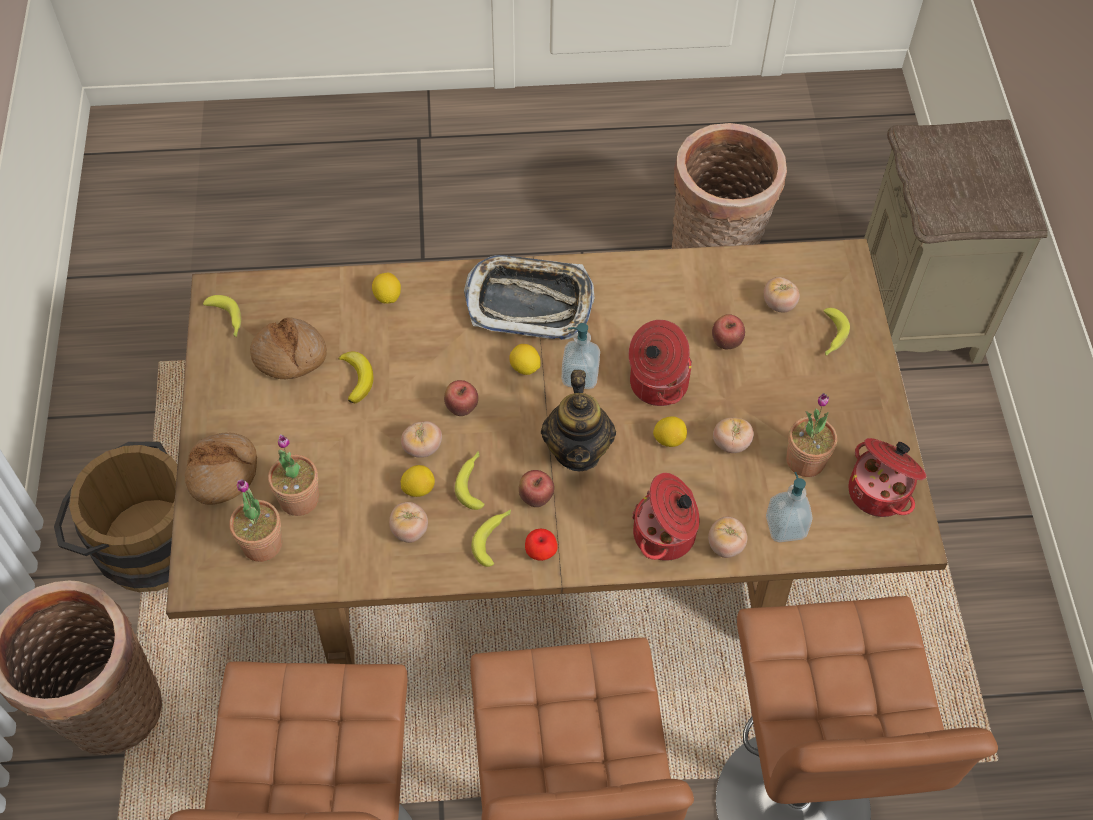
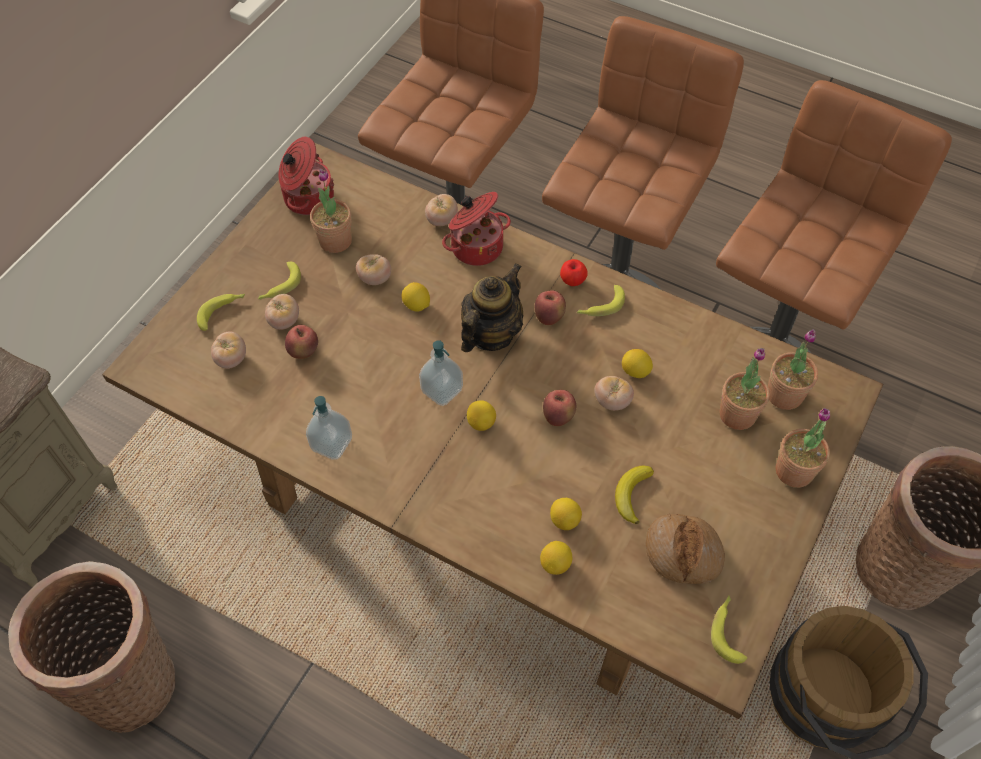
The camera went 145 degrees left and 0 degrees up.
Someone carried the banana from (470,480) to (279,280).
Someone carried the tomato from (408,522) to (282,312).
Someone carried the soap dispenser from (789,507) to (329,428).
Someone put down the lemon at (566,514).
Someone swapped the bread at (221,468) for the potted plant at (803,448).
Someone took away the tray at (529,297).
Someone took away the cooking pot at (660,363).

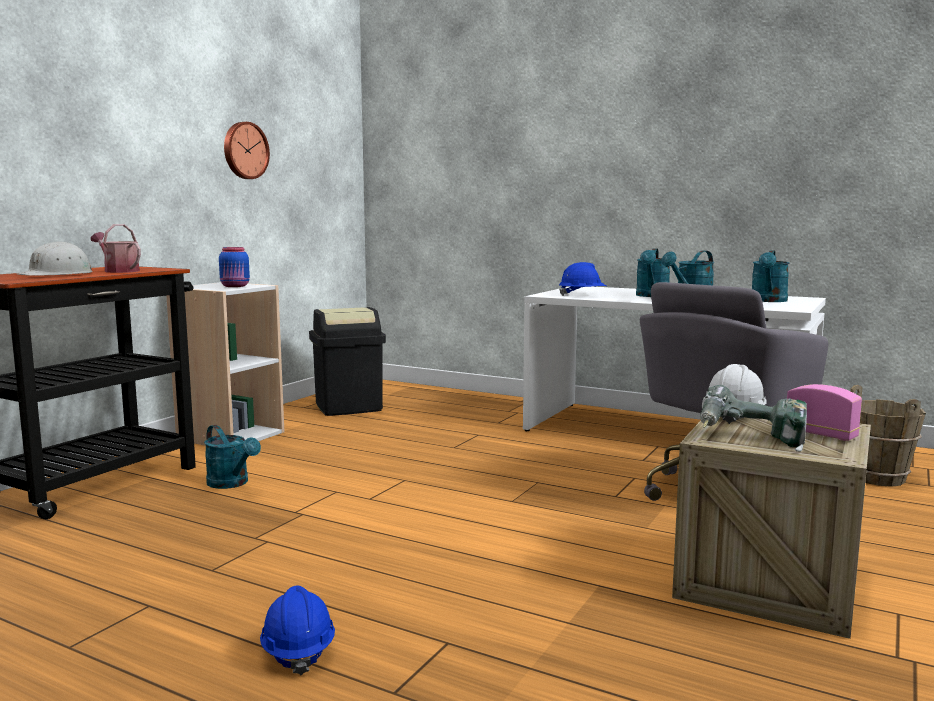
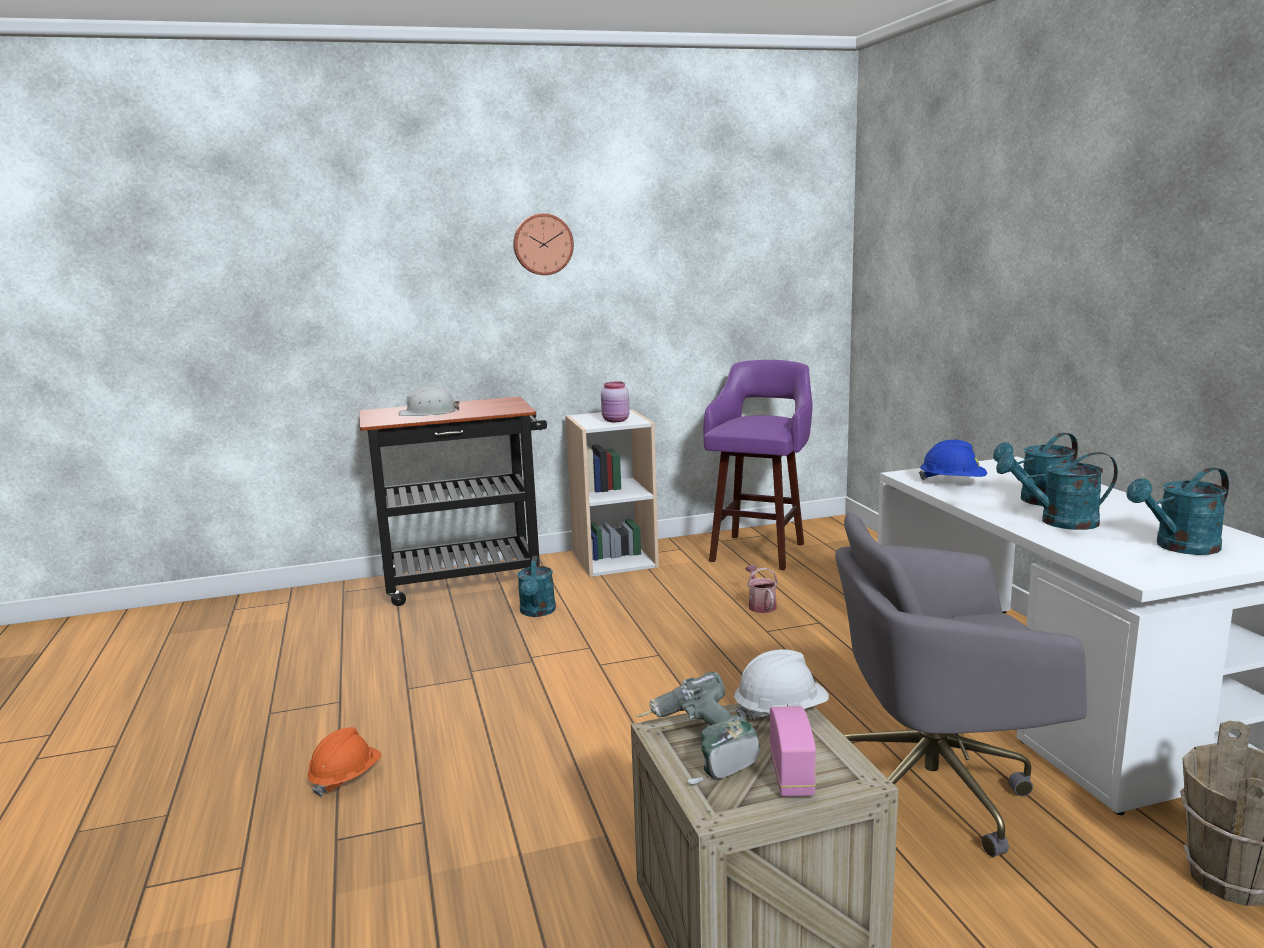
The camera went 45 degrees right and 5 degrees up.
Someone repainted the hard hat (blue) at (297,630), which became the hard hat (orange) at (344,762).
Someone carried the wall clock from (247,150) to (543,244).
Someone repainted the jar (blue) at (234,267), which became the jar (pink) at (615,402).
Someone swapped the trash can (black) at (347,361) for the stool (purple) at (757,465).
Someone carried the watering can from (116,248) to (761,589).

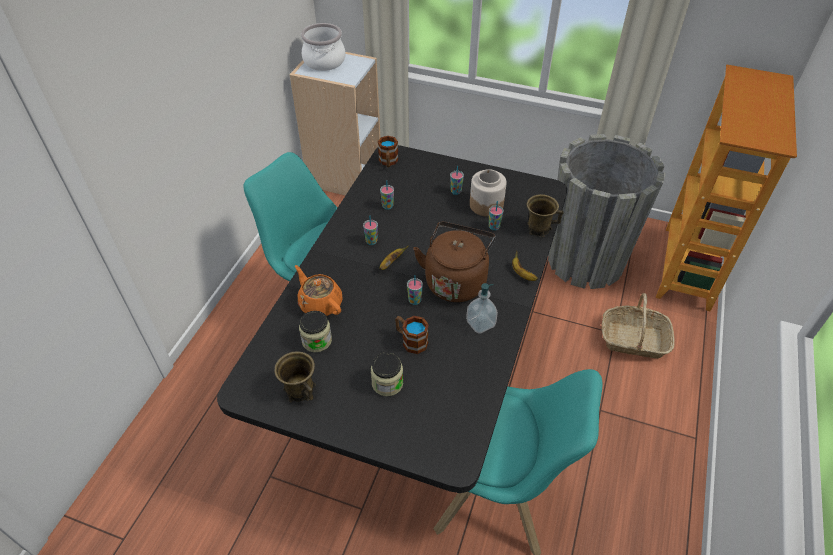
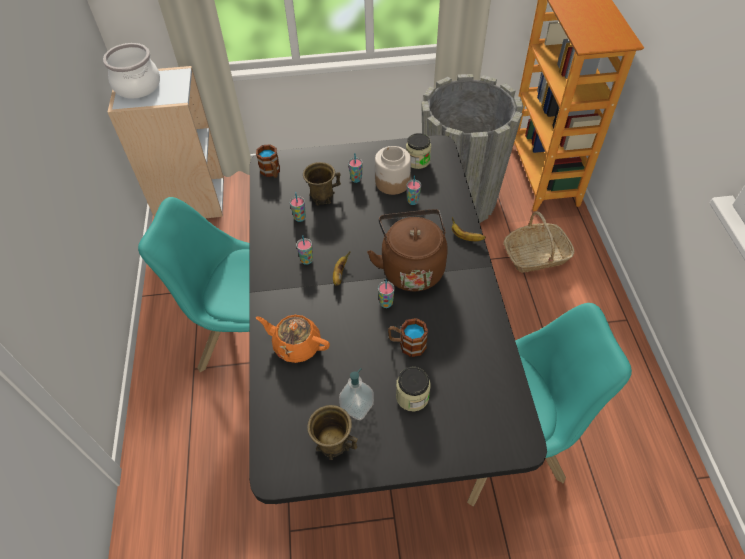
The camera went 25 degrees left and 5 degrees up.
Someone carried the mug (brown) from (545,215) to (322,183).
Someone carried the soap dispenser from (482,308) to (356,394).
Someone carried the jar from (315,331) to (418,151).

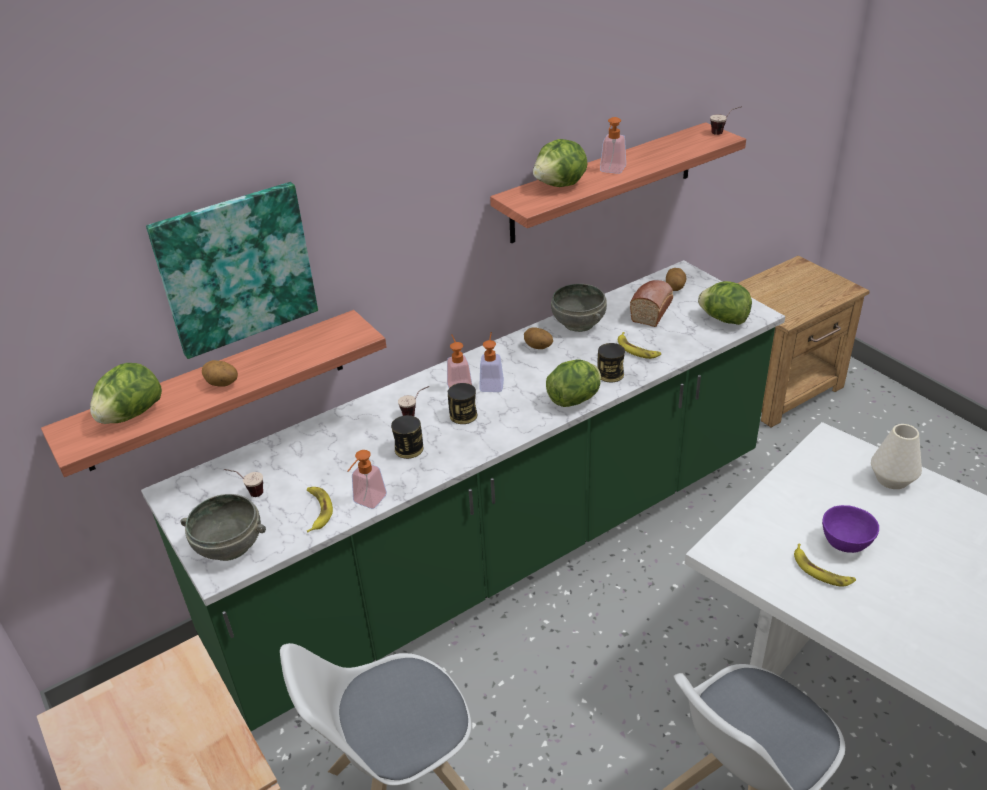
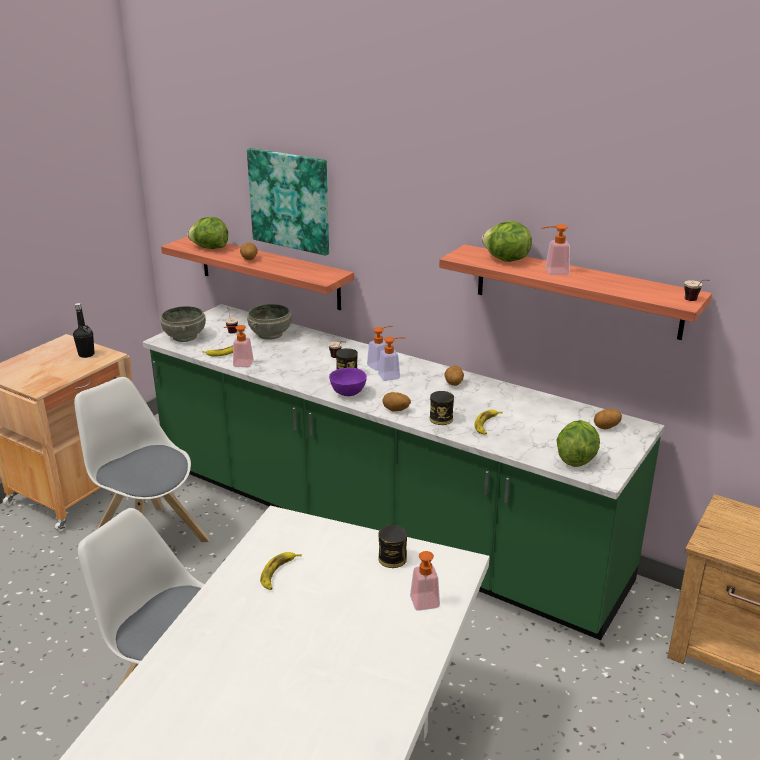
The camera went 65 degrees right and 10 degrees down.
Someone put down the bottle (black) at (83,330).
Someone carried the bowl (grey) from (579,308) to (269,322).
Someone carried the bowl (purple) from (850,529) to (348,382).
Someone carried the can from (407,437) to (392,546).
Someone swapped the lettuce at (573,383) for the potato at (396,401).
Someone swapped the vase (white) at (896,456) for the soap dispenser at (425,581).
Someone took away the bread at (651,303).

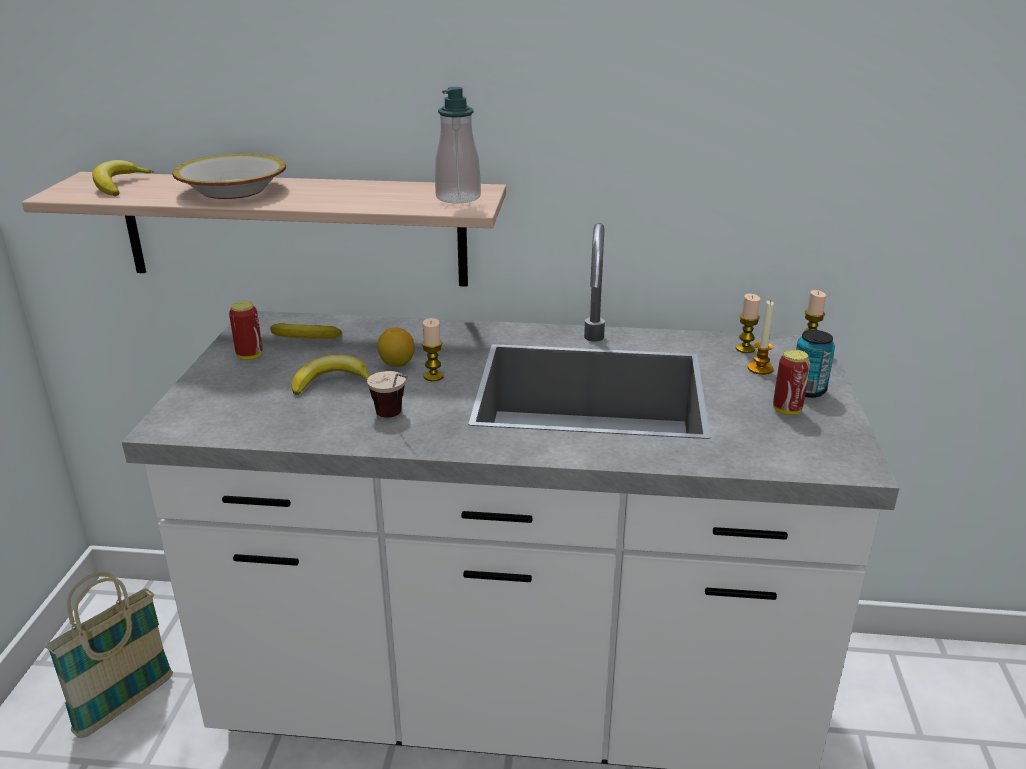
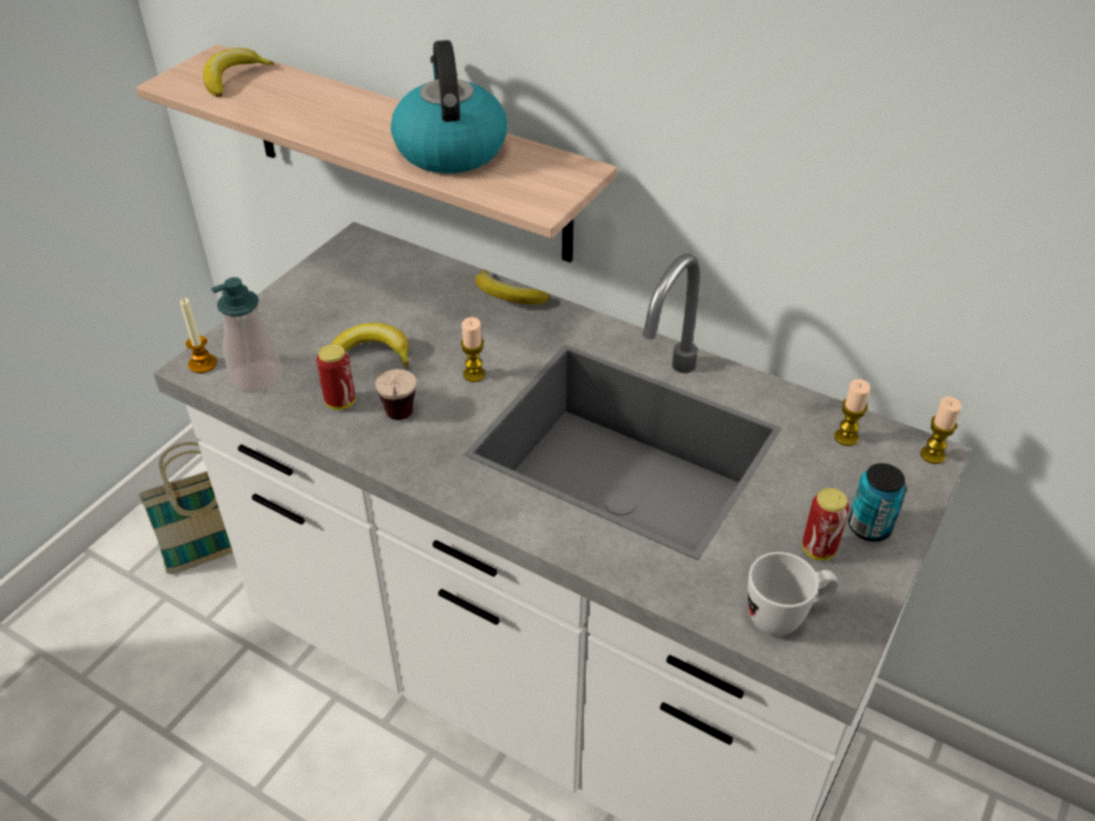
The camera went 25 degrees right and 15 degrees up.
Someone carried the candle from (761,337) to (198,335).
Someone carried the soap dispenser from (458,145) to (246,335).
Someone carried the can from (246,330) to (335,377).
Someone put down the kettle at (449,106).
Someone carried the banana from (306,331) to (512,287).
Someone put down the mug (white) at (793,594).
Someone took away the bowl at (229,176).
Someone took away the lemon at (396,347).

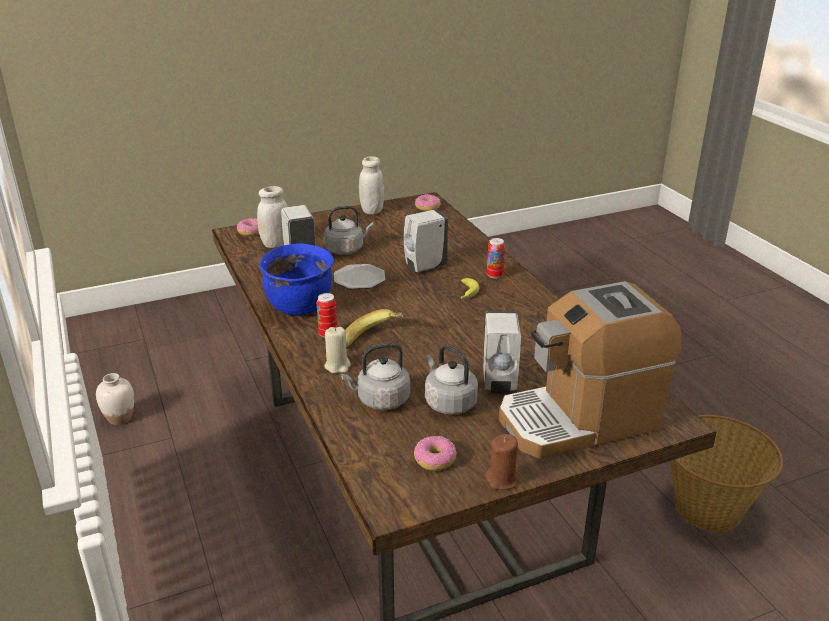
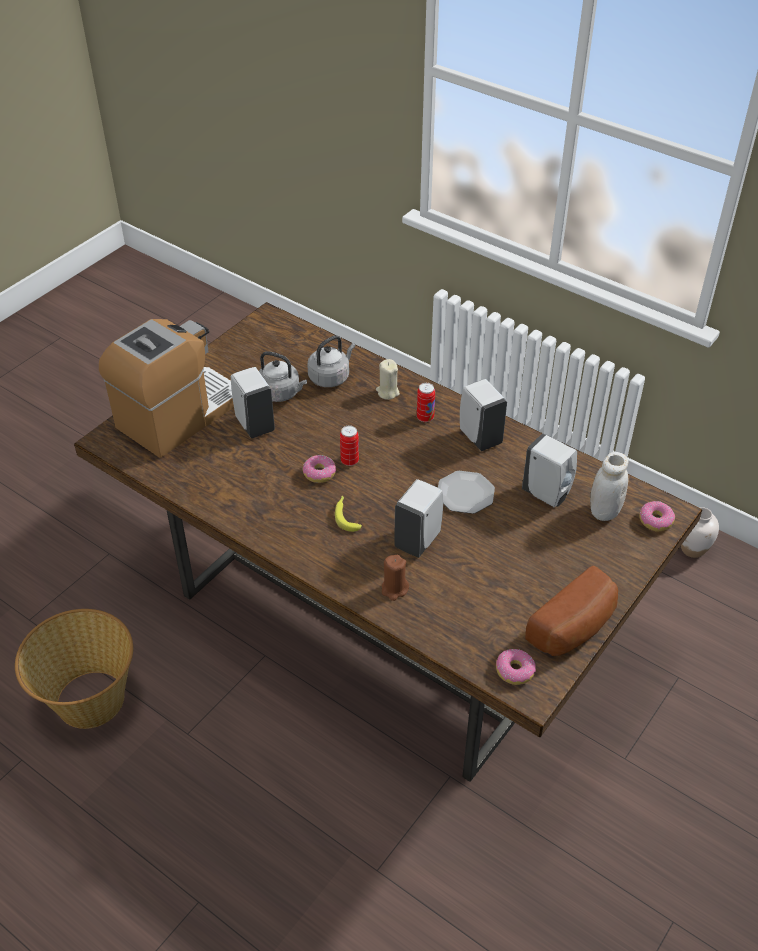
The camera went 150 degrees right and 15 degrees up.
Someone carried the donut from (435,453) to (319,469).
Someone carried the can from (496,258) to (349,445).
Someone carried the candle (brown) from (502,462) to (395,577).
Someone swapped the cooking pot (blue) at (296,279) for the soap dispenser (white) at (483,415).
Someone swapped the jar (white) at (371,185) for the bread at (571,611).
Someone took away the kettle (grey) at (349,230).
Someone took away the banana at (375,328).

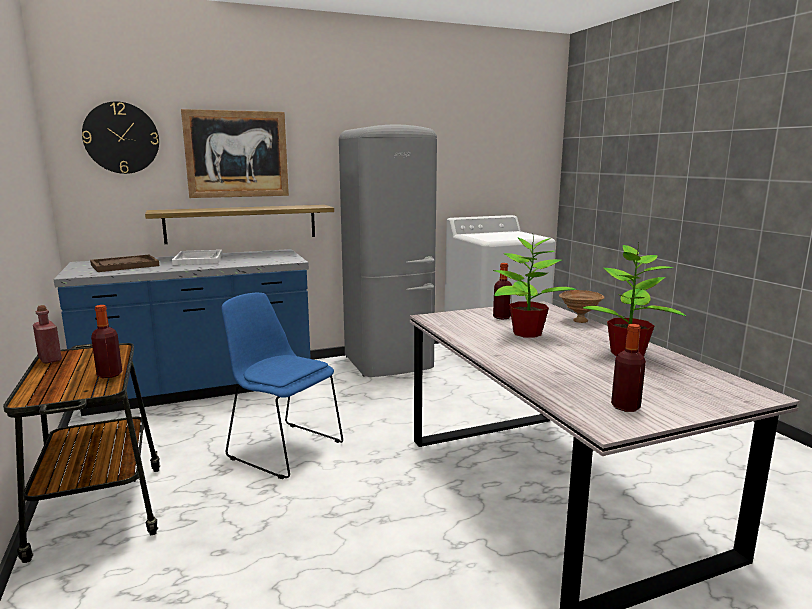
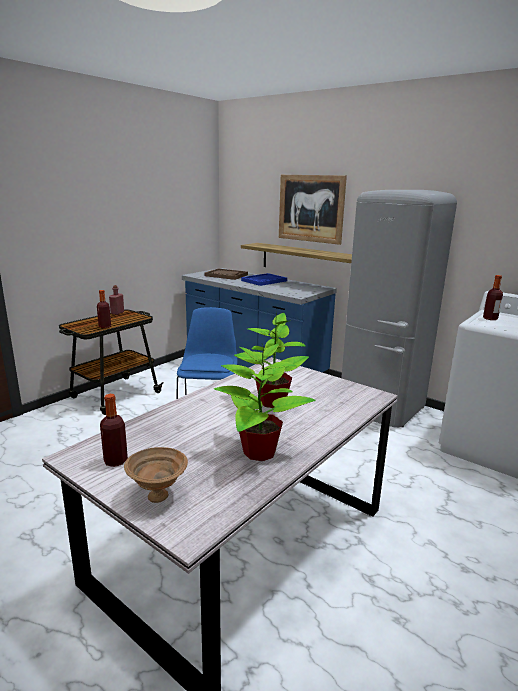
The camera went 60 degrees right and 5 degrees up.
Someone carried the bowl (brown) from (582,306) to (156,475).
Someone repainted the tray (white) at (197,257), which became the tray (blue) at (264,279).
Someone carried the bottle from (502,291) to (493,297).
Someone took away the wall clock at (120,137).

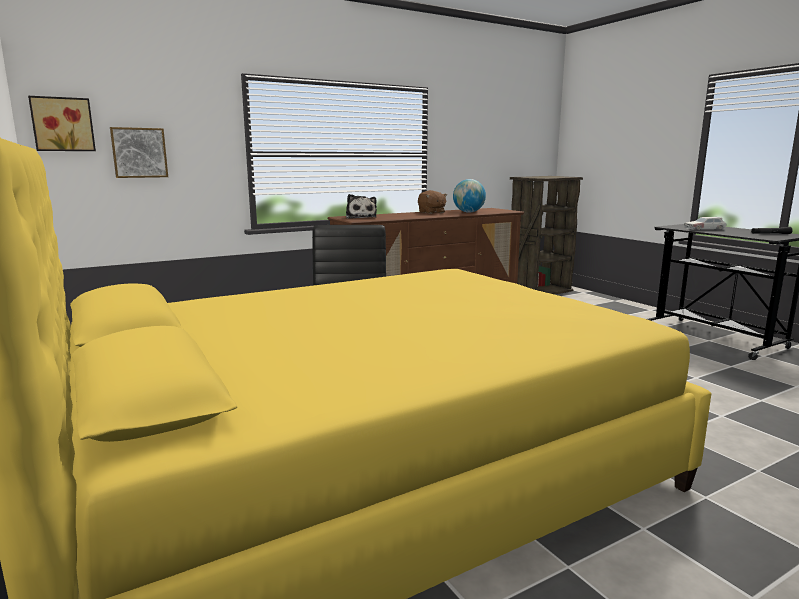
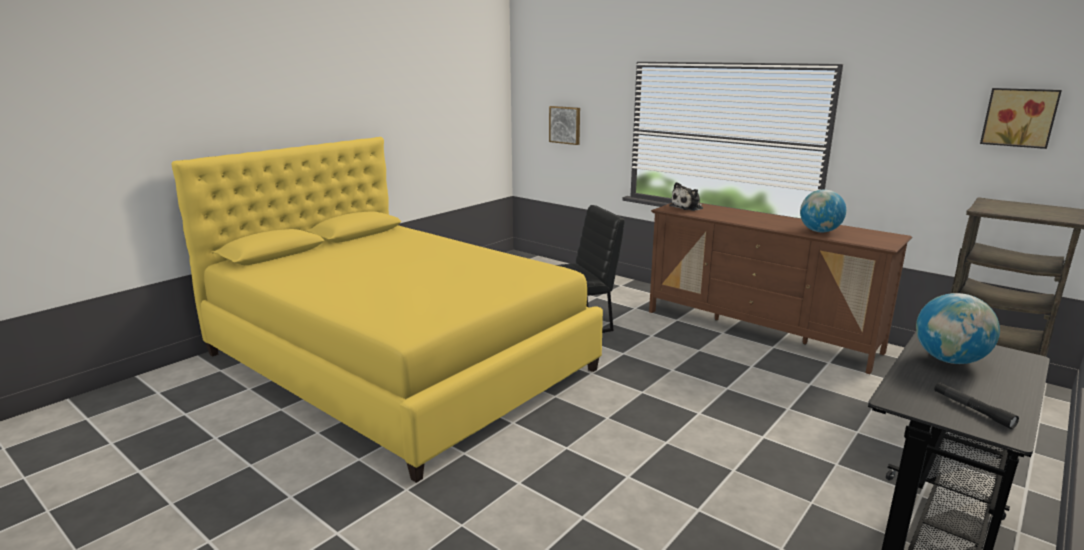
The camera went 70 degrees right and 5 degrees up.
Someone swapped the toy car at (705,223) for the globe at (958,328).
Someone carried the picture from (62,123) to (1021,118).
Someone took away the plush toy (brown) at (432,202).

